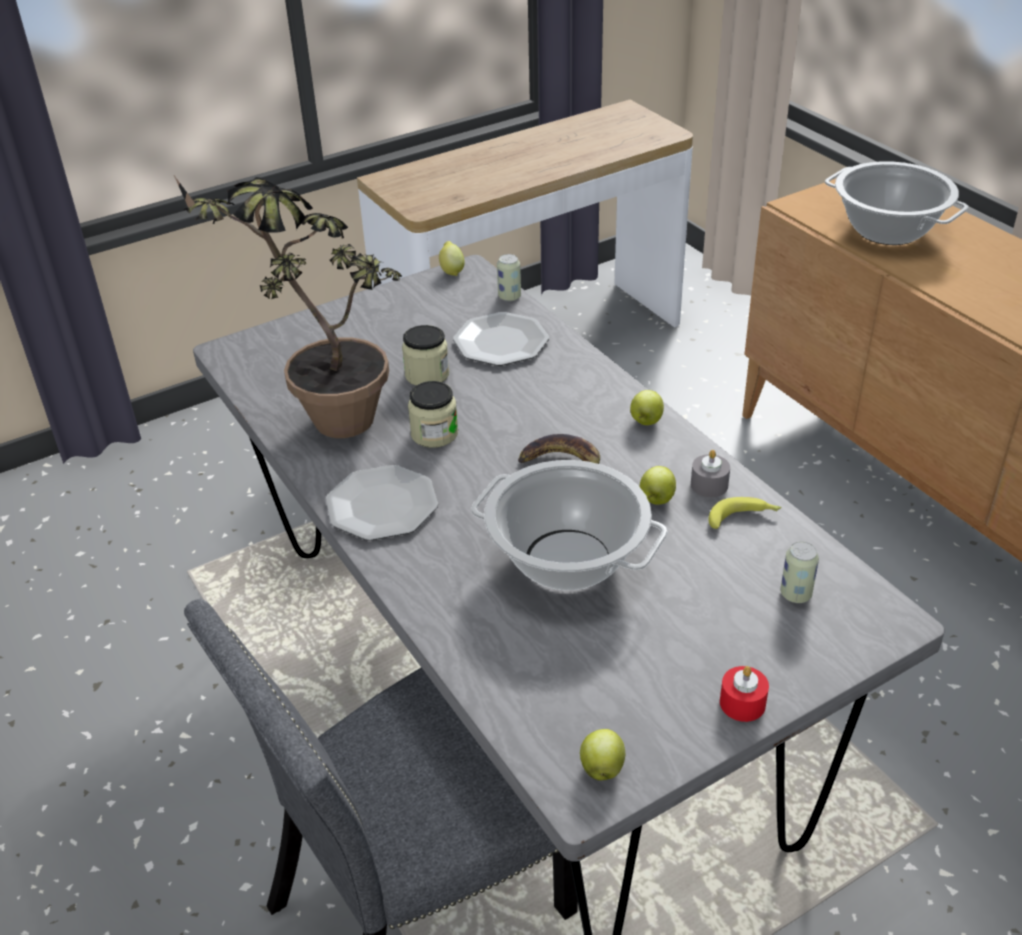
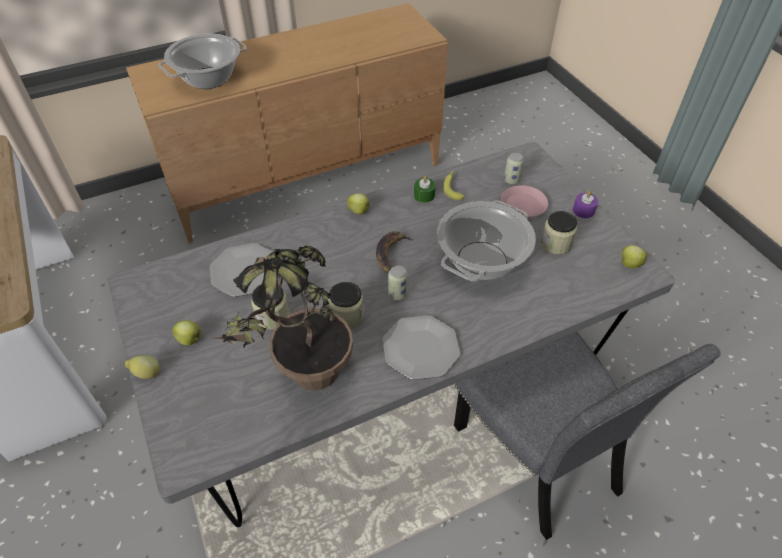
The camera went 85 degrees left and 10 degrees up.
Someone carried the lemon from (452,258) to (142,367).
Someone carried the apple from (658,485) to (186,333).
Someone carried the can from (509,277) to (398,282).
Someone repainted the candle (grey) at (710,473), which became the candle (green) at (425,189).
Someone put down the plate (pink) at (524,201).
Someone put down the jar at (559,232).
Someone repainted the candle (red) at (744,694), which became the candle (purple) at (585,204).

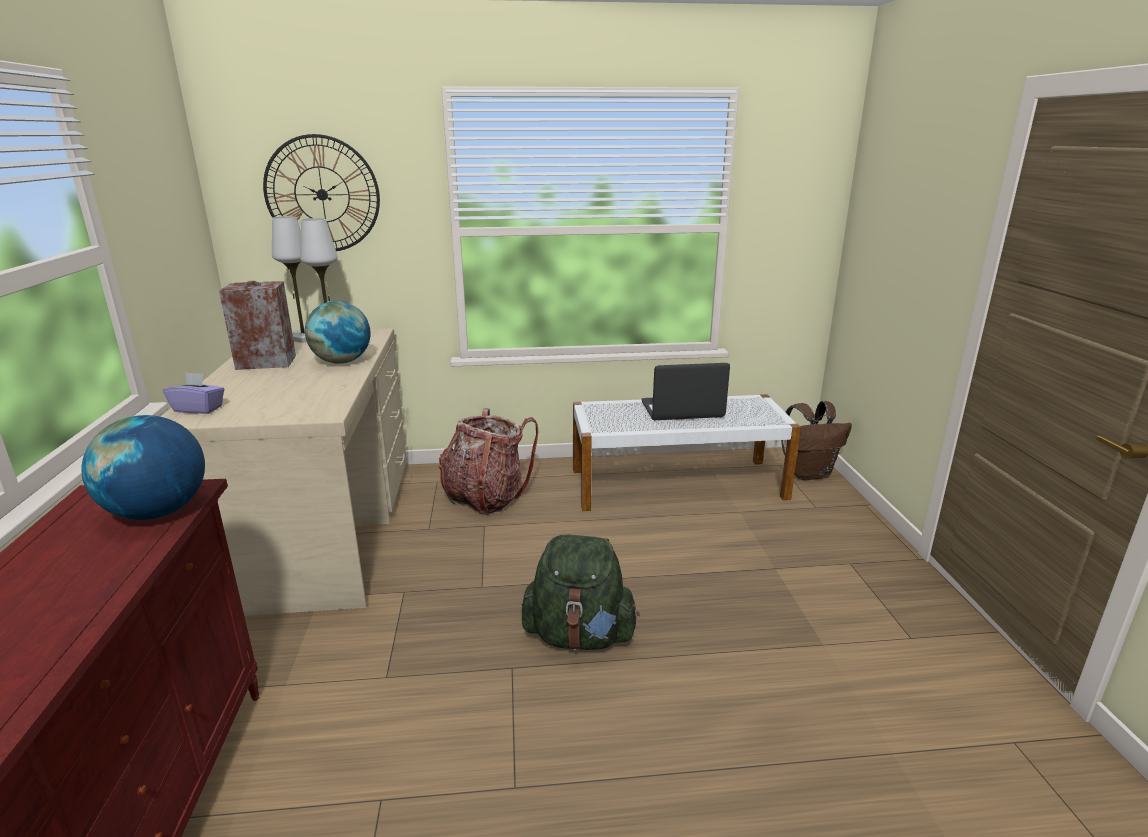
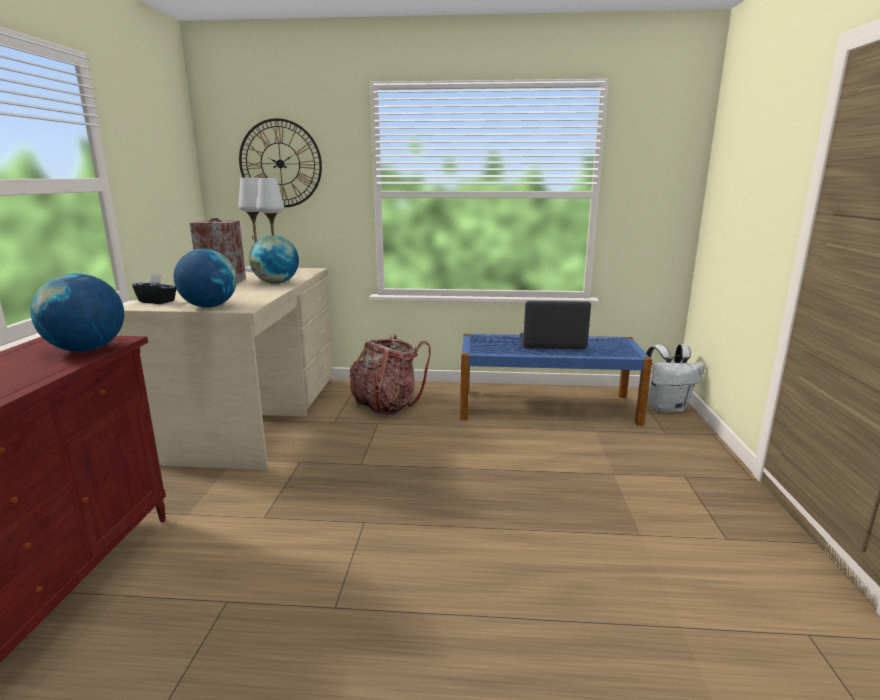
The camera went 10 degrees right and 5 degrees down.
Someone repainted the tissue box (purple) at (194,393), which became the tissue box (black) at (154,289).
Someone put down the globe at (205,278).
Someone repainted the bench (white) at (687,452), which became the bench (blue) at (556,379).
Someone repainted the backpack (brown) at (816,441), which became the backpack (white) at (675,378).
Someone took away the backpack (green) at (580,593).

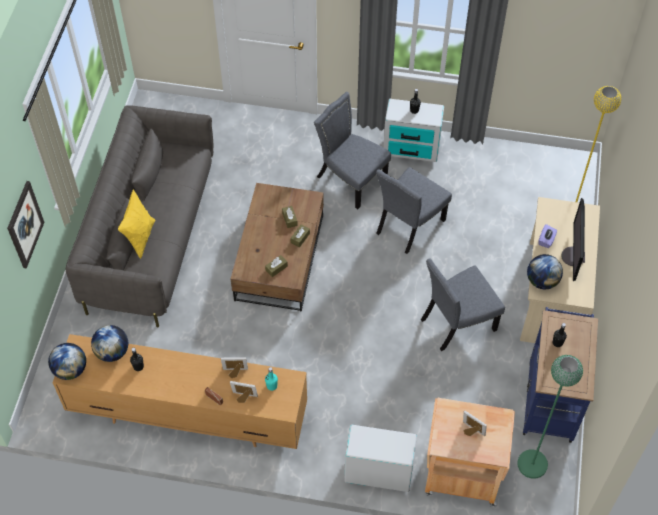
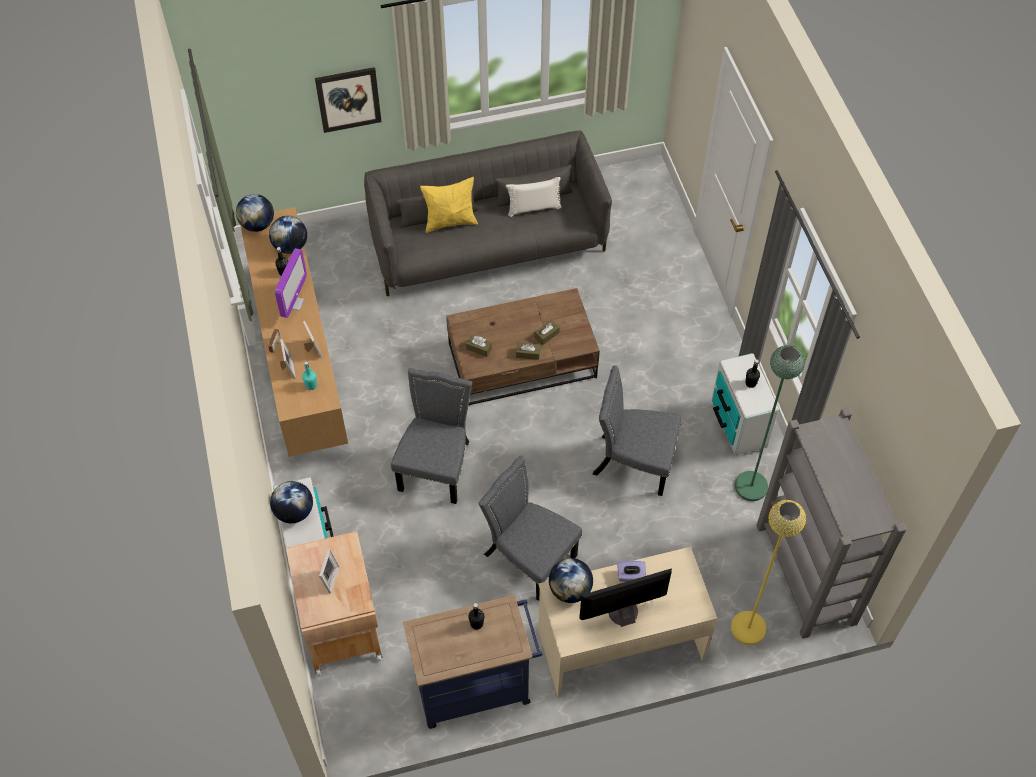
The camera went 65 degrees right and 0 degrees up.
Someone put down the globe at (291,502).
Someone put down the monitor at (291,283).
Someone carried the chair (grey) from (352,150) to (431,436).
Someone put down the pillow (white) at (534,197).
Someone carried the floor lamp (green) from (550,417) to (770,423).
Someone put down the bookcase (grey) at (831,523).

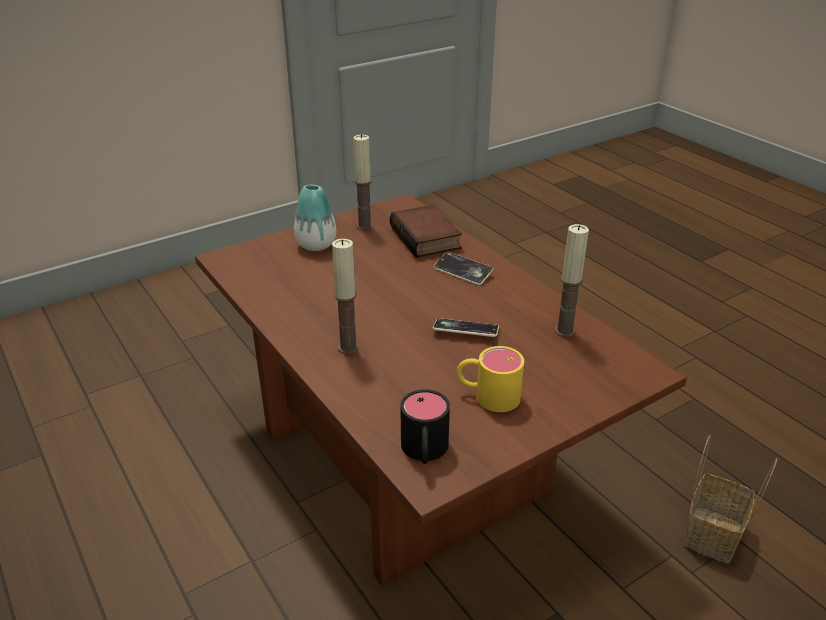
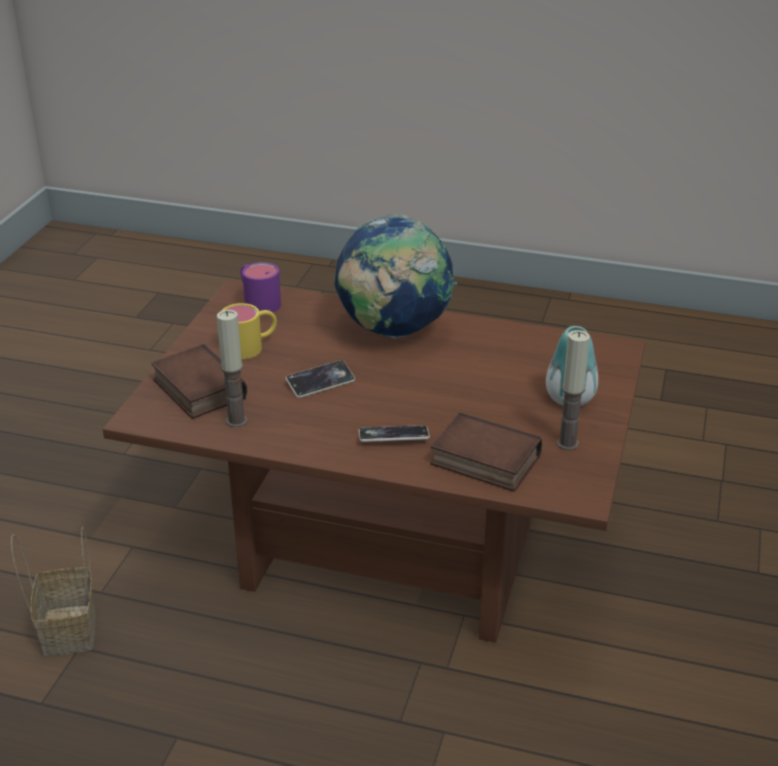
The camera went 140 degrees right and 0 degrees up.
Someone put down the book at (199,381).
Someone repainted the mug (black) at (425,426), which became the mug (purple) at (261,287).
Someone swapped the candle at (345,296) for the globe at (395,276).

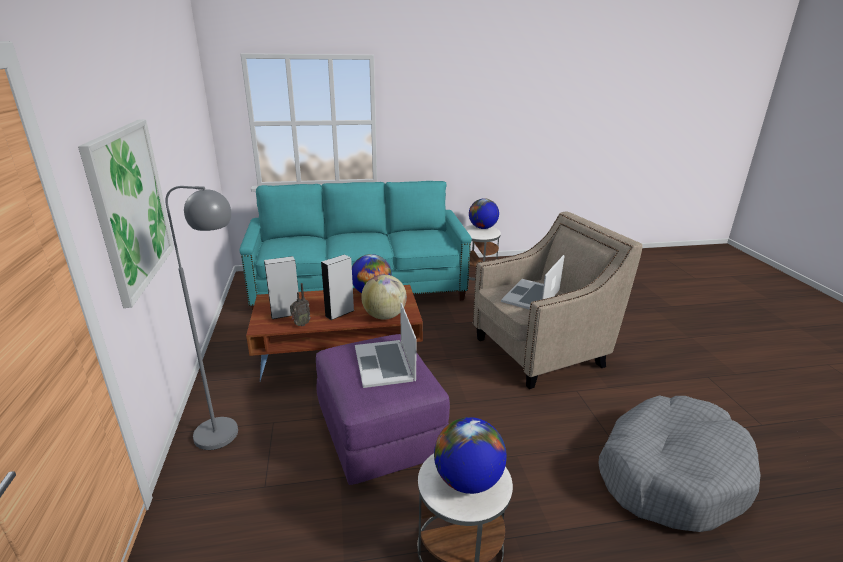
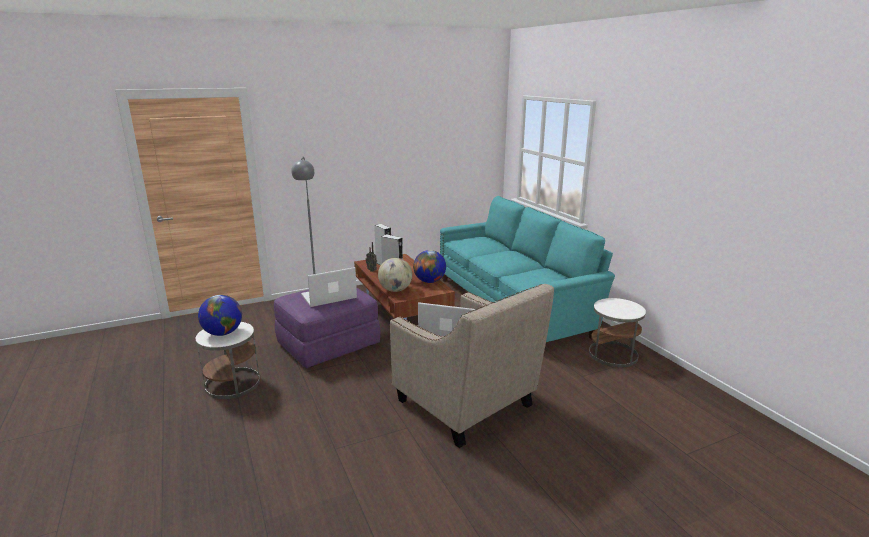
The camera went 75 degrees right and 5 degrees down.
Someone took away the picture at (126,213).
Someone took away the globe at (484,213).
Someone took away the dog bed (grey) at (679,463).

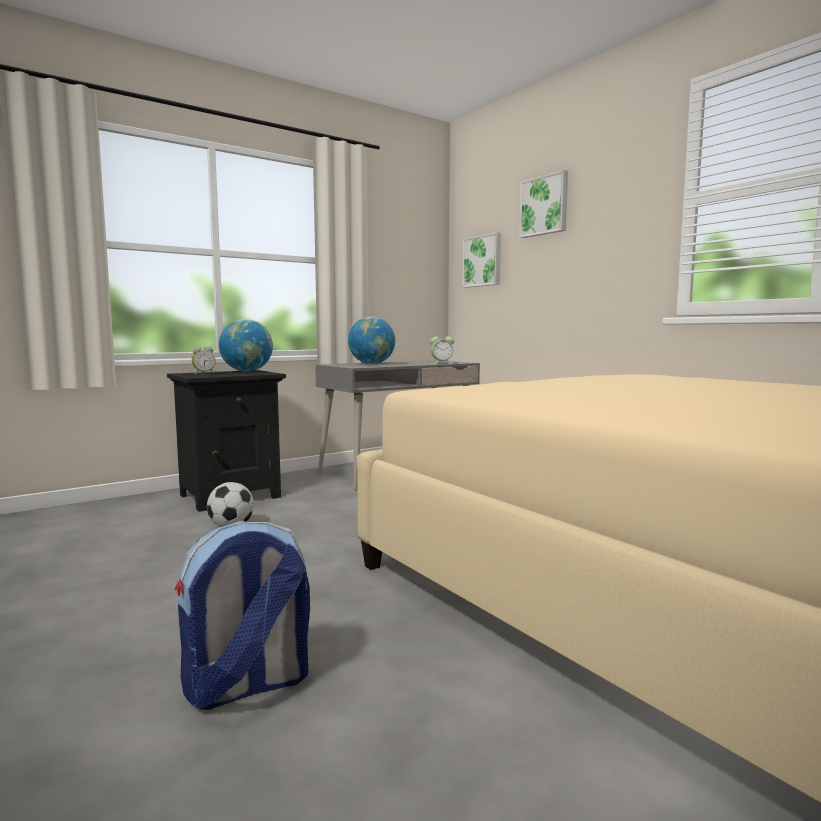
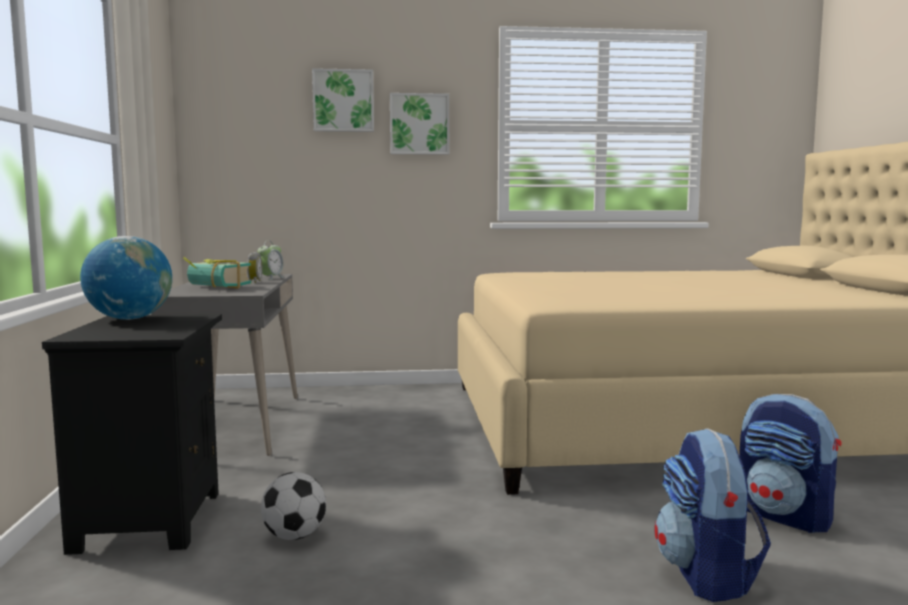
The camera went 60 degrees left and 0 degrees up.
Someone swapped the globe at (371,340) for the book at (217,273).
Someone carried the alarm clock from (203,360) to (255,267).
Someone carried the picture from (481,260) to (419,124).
Someone put down the backpack at (790,463).

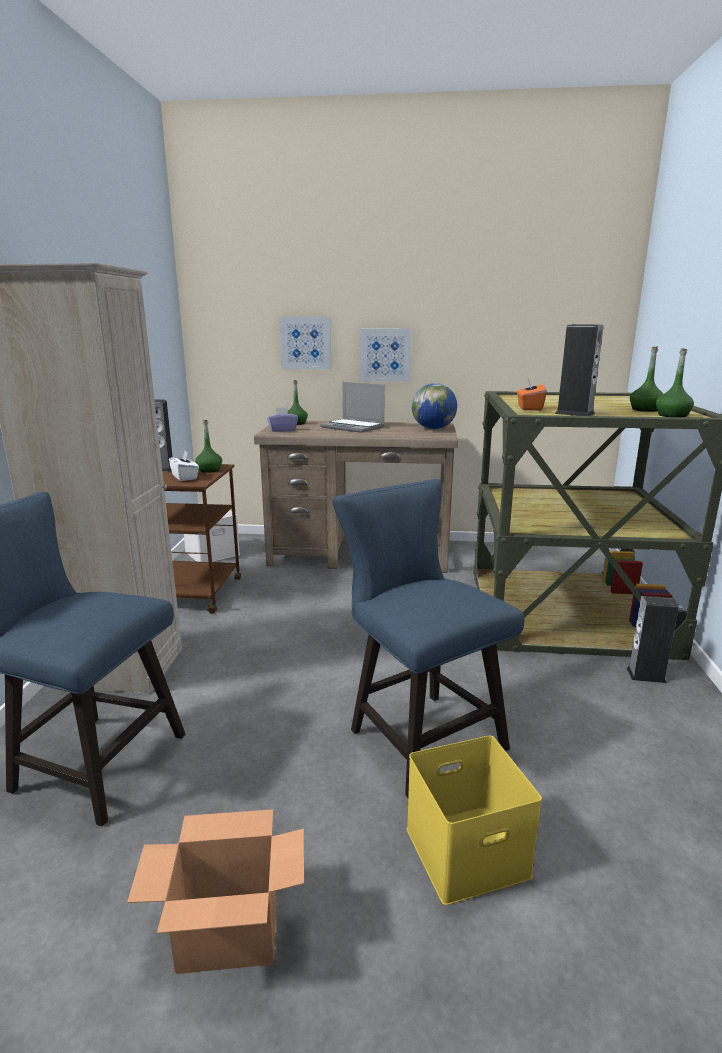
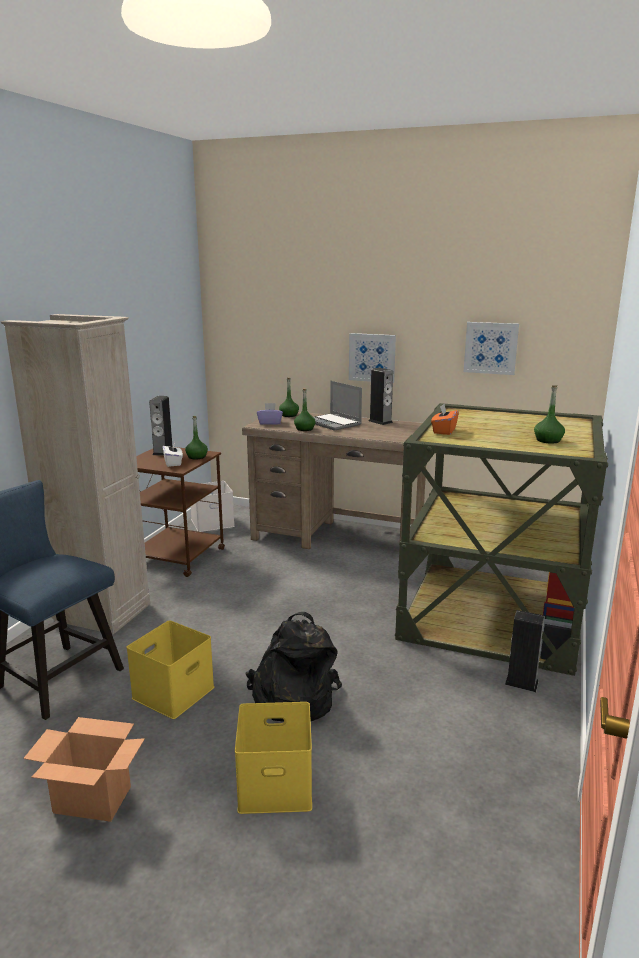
The camera went 15 degrees right and 0 degrees up.
Someone put down the storage box (yellow) at (170,669).
Someone swapped the chair (blue) at (428,638) for the backpack (black) at (293,667).
Someone carried the bottle (green) from (675,382) to (305,409).
Someone carried the speaker from (579,370) to (381,396).
Someone carried the picture from (305,343) to (491,348).
Someone took away the globe at (434,406).

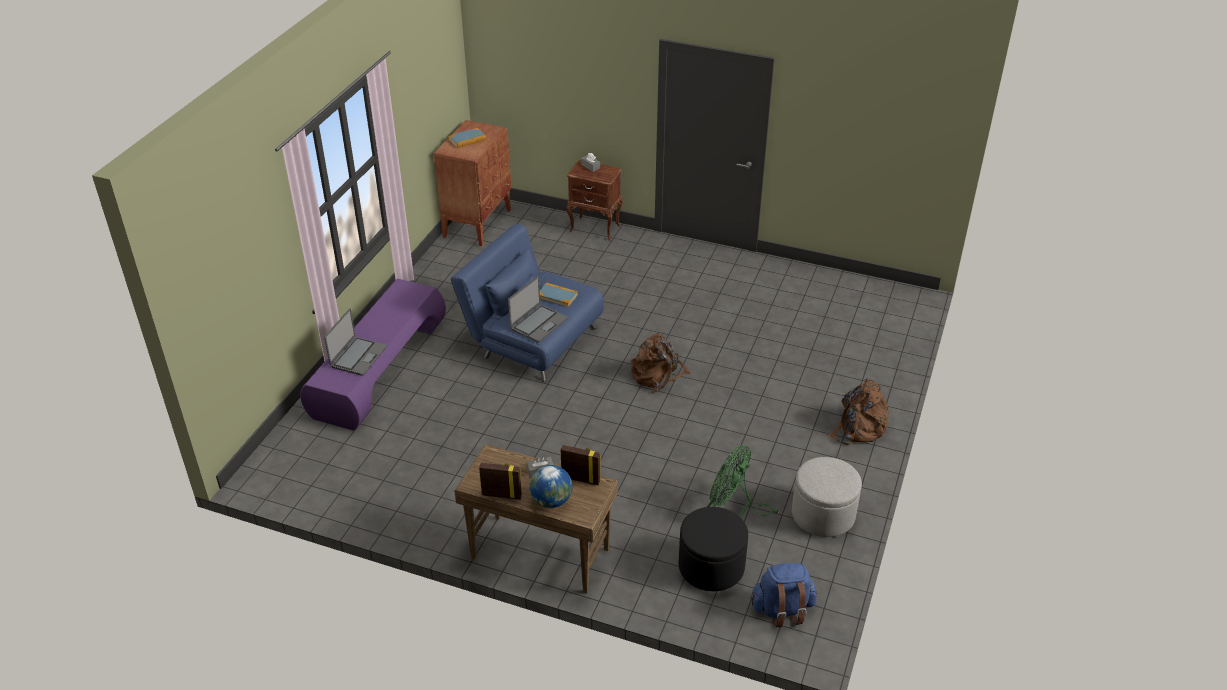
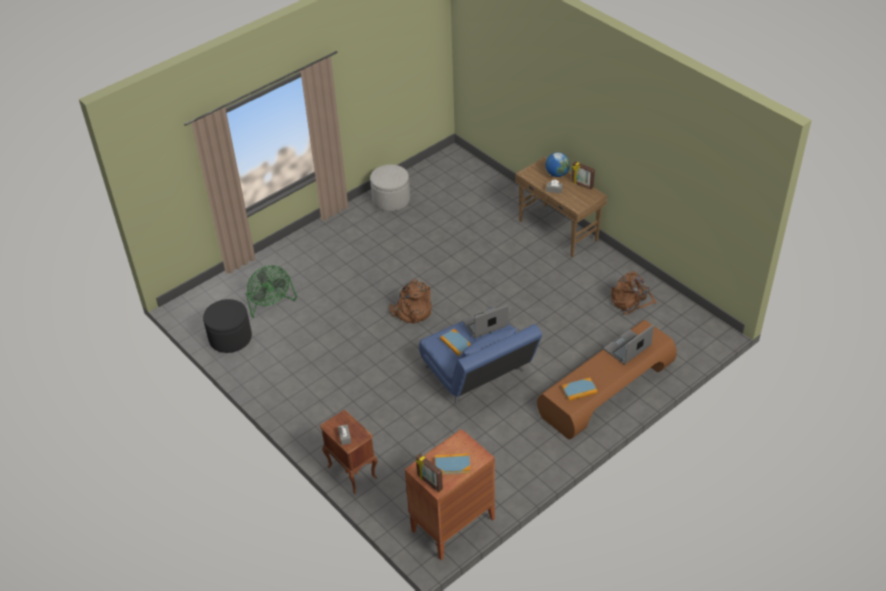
The camera went 150 degrees left and 5 degrees up.
Someone carried the ottoman (black) from (713,549) to (227,326).
Someone carried the fan (green) from (742,481) to (271,291).
Someone carried the picture frame from (581,465) to (429,473).
Someone repainted the bench (purple) at (373,355), which became the bench (brown) at (607,379).
Someone put down the book at (580,389).
Someone carried the backpack (brown) from (858,411) to (634,293).
Someone took away the backpack (blue) at (783,595).

